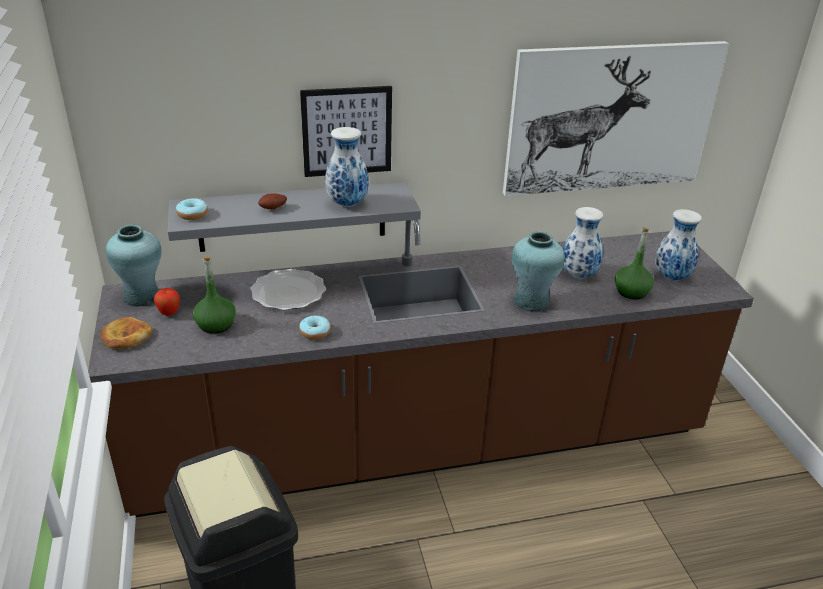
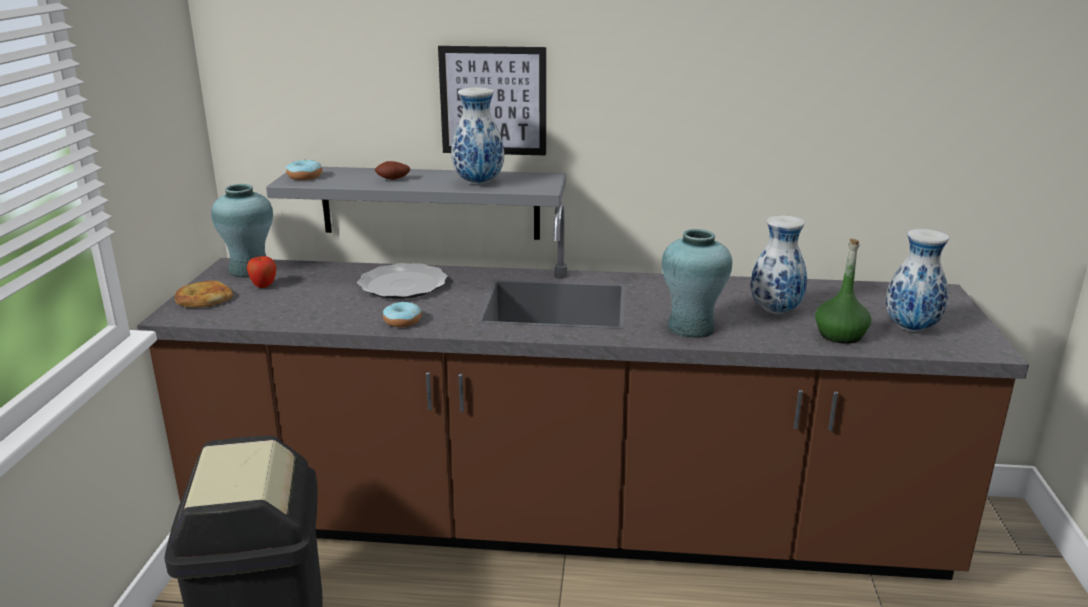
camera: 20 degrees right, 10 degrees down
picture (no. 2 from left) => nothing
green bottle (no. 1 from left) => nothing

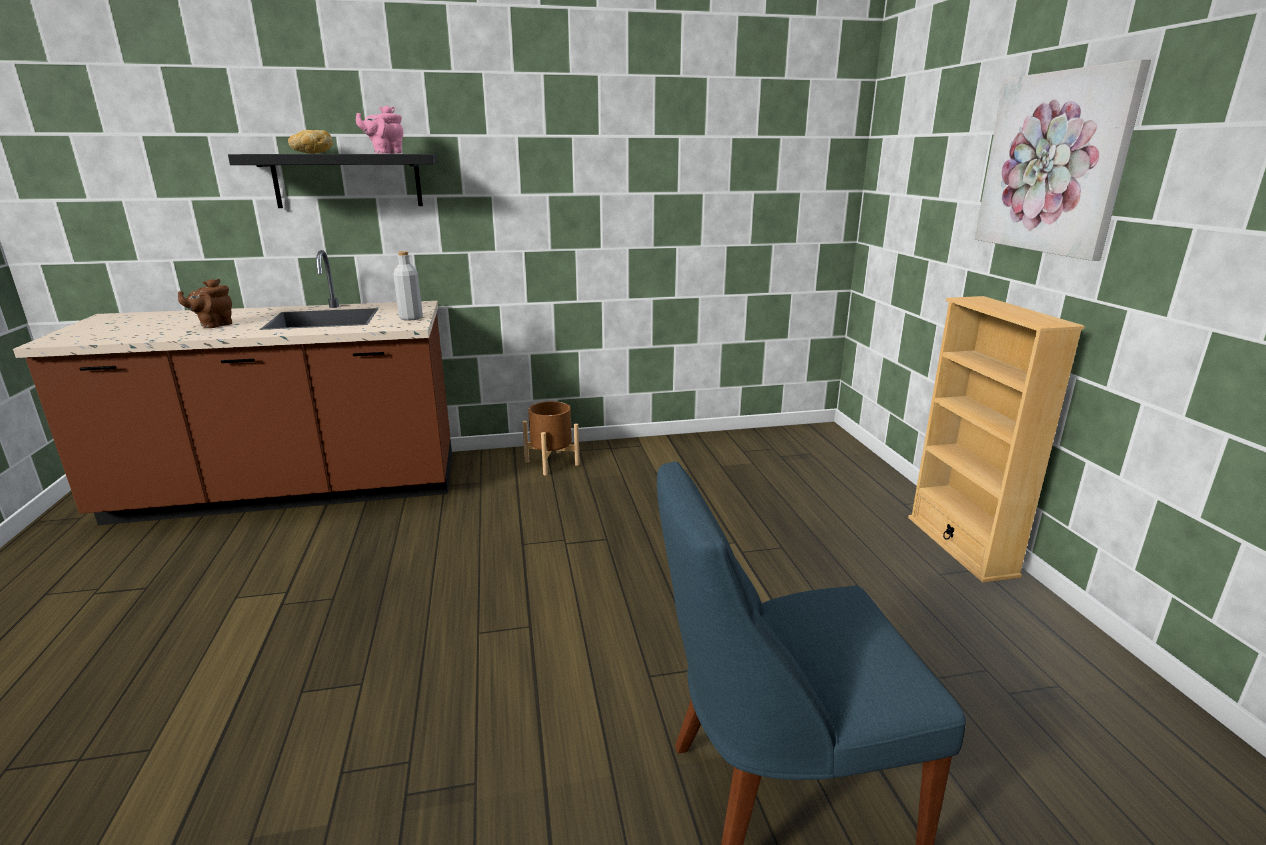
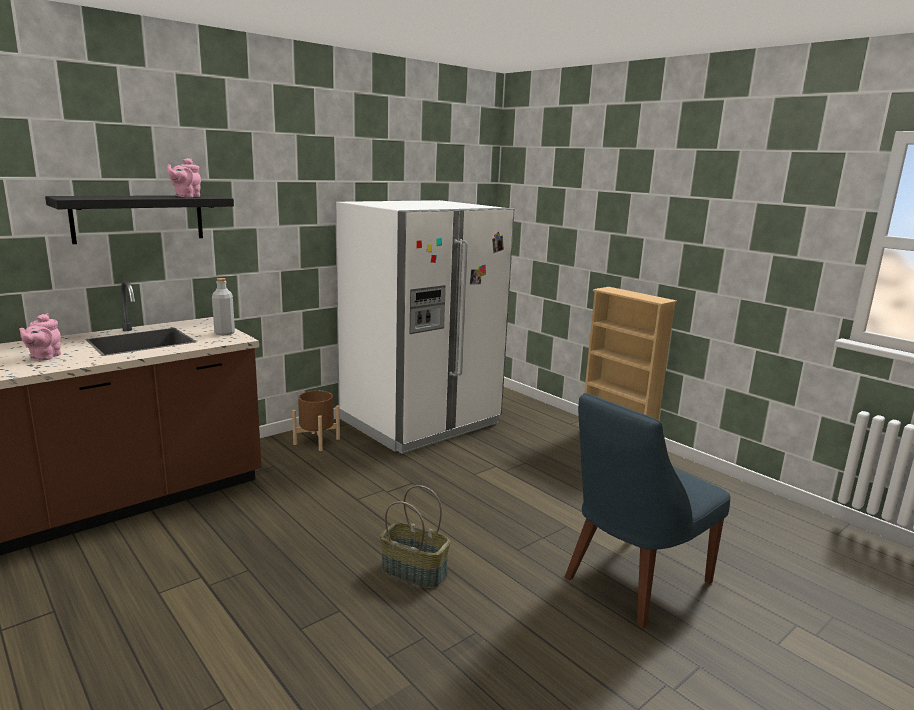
camera: 30 degrees left, 5 degrees down
picture => nothing
bread => nothing
brown teapot => pink teapot (no. 1 from left)
nothing => white fridge
nothing => basket

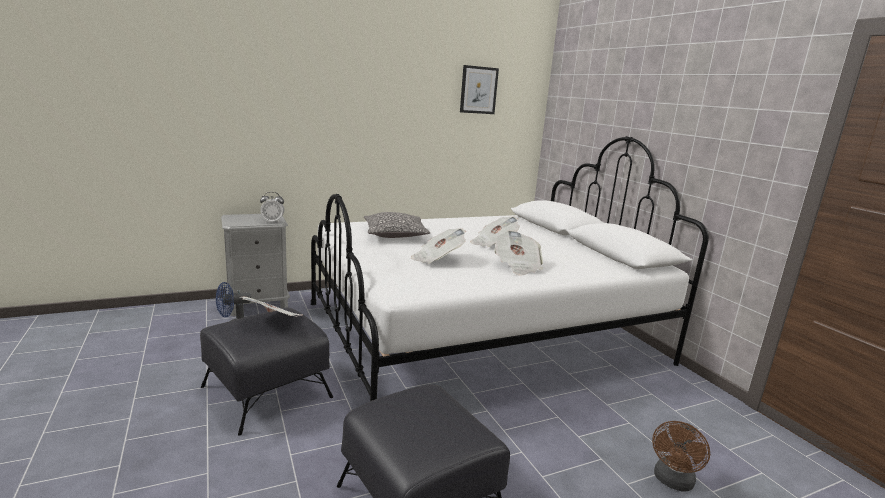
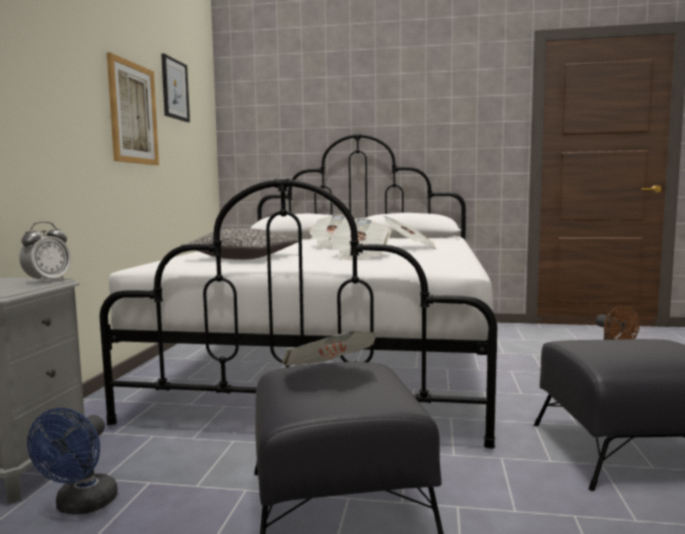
camera: 55 degrees left, 10 degrees down
nothing => picture (no. 1 from left)

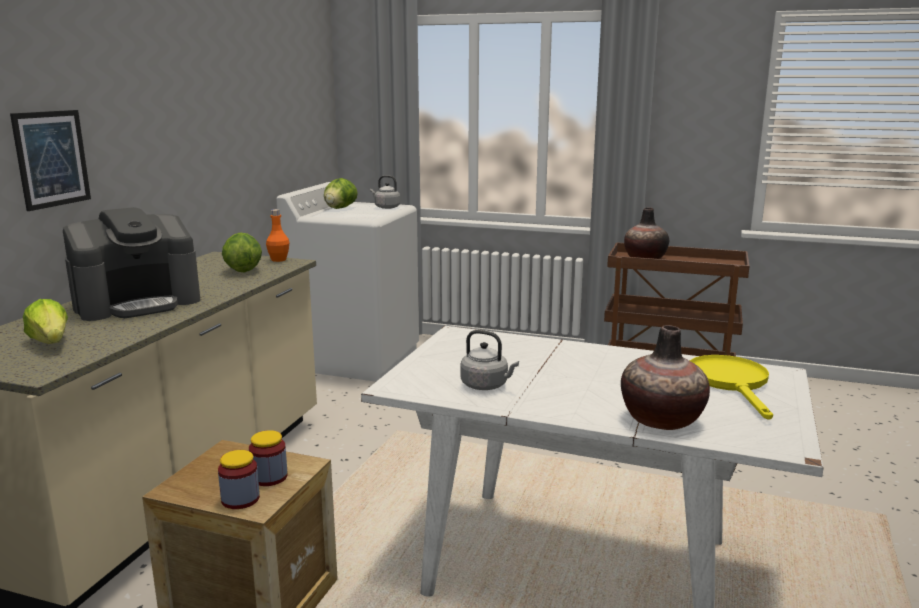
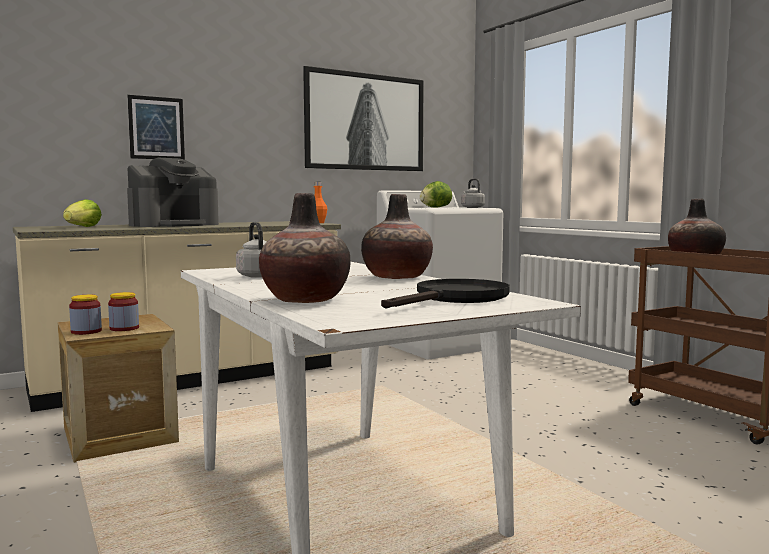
camera: 40 degrees right, 10 degrees down
coffee machine, 45 degrees counterclockwise
lettuce (no. 2 from left) => nothing
yellow frying pan => black frying pan
nothing => picture (no. 2 from left)
nothing => vase (no. 2 from left)

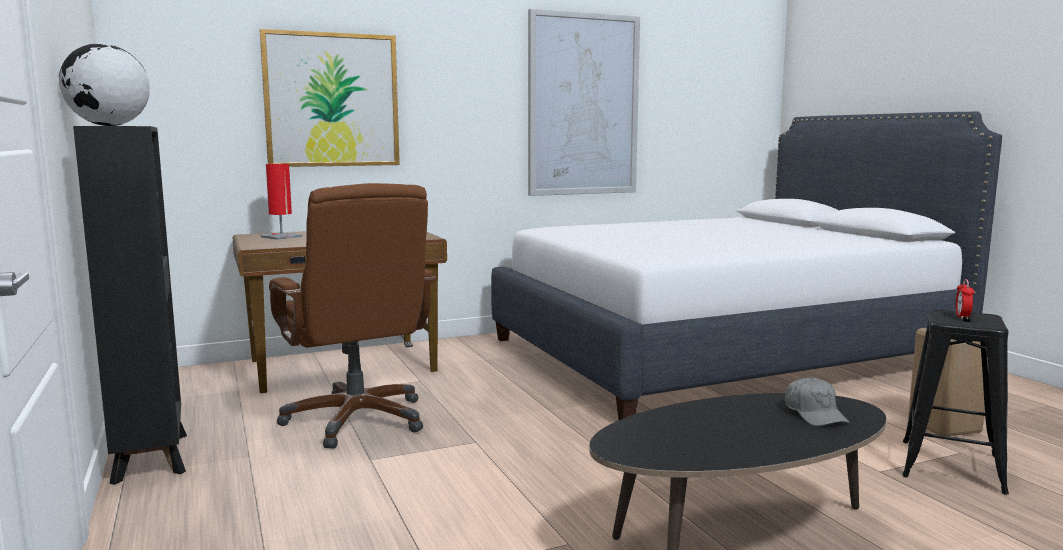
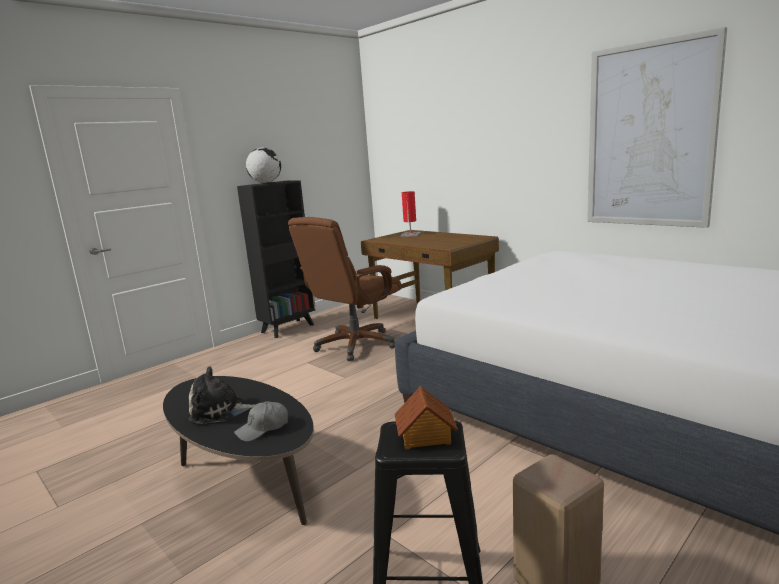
camera: 70 degrees right, 5 degrees up
picture (no. 1 from left) => nothing
alarm clock => toy house
nothing => plush toy

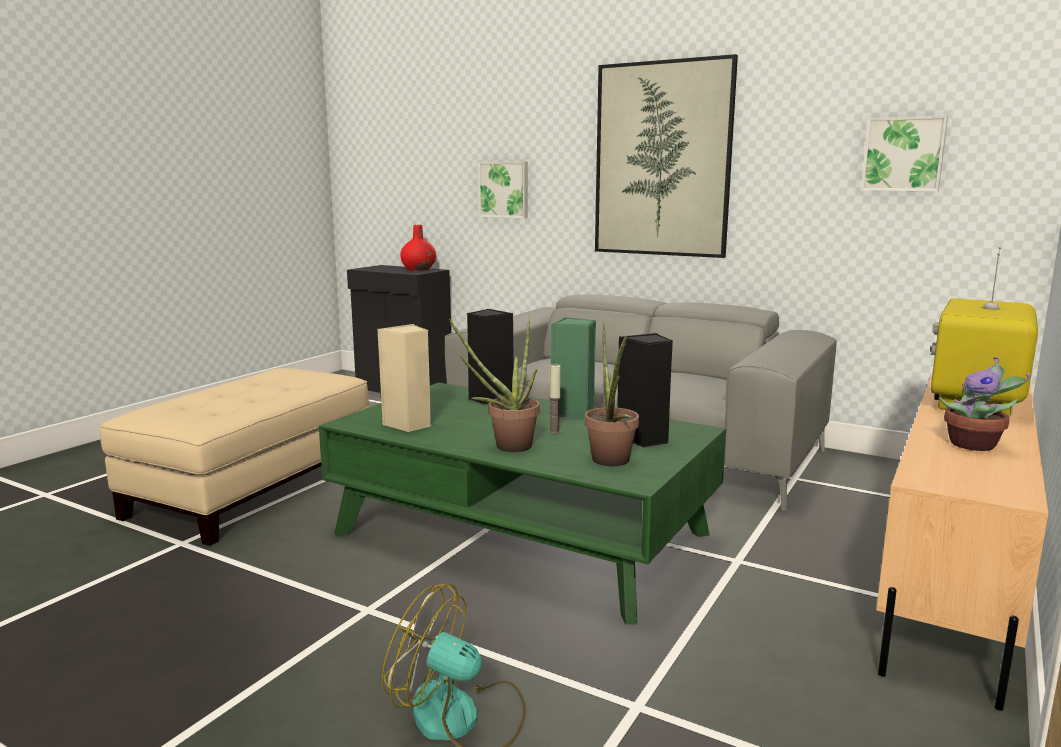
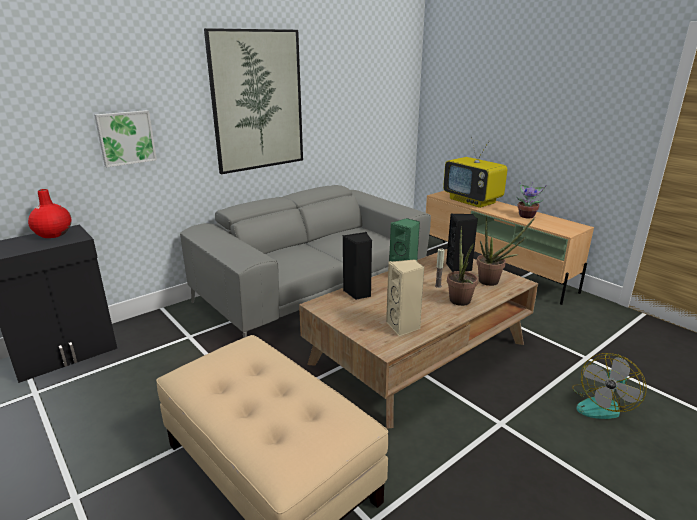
camera: 70 degrees left, 10 degrees up
picture (no. 3 from left) => nothing
green coffee table => brown coffee table

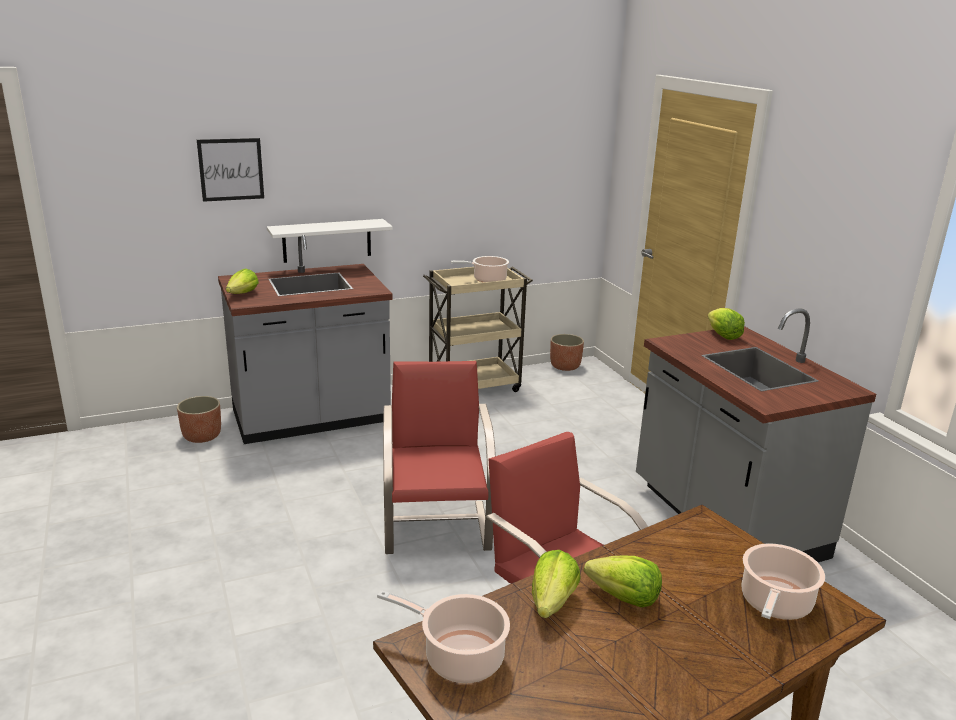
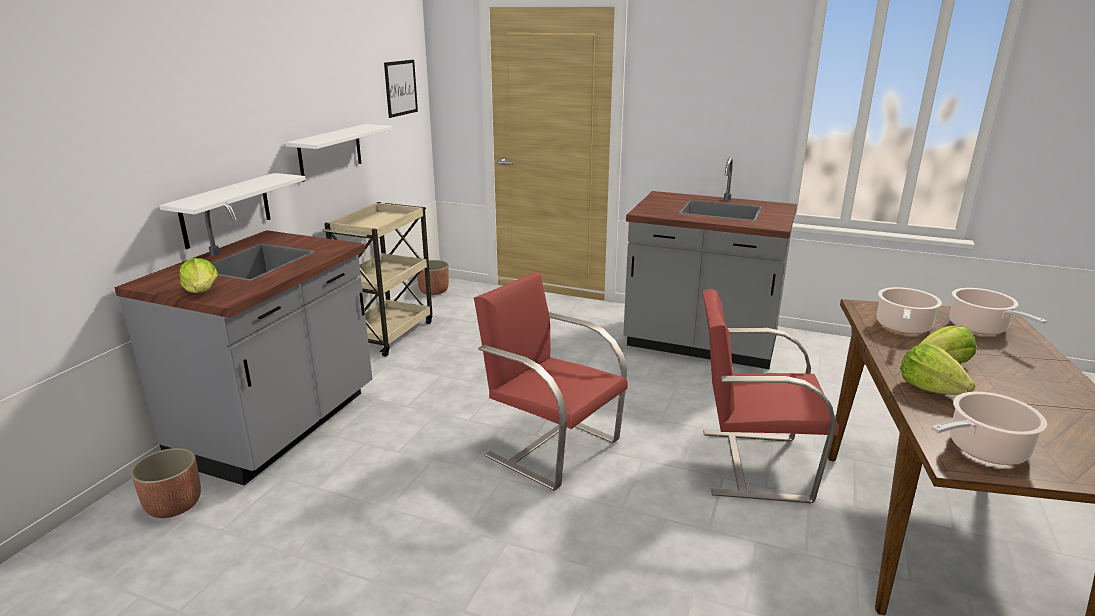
camera: 45 degrees left, 0 degrees up
picture, shifted
cooking pot (no. 2 from left in the first image) => cooking pot (no. 1 from left), shifted
lettuce (no. 4 from left) => nothing
nothing => white shelf (no. 2 from left)

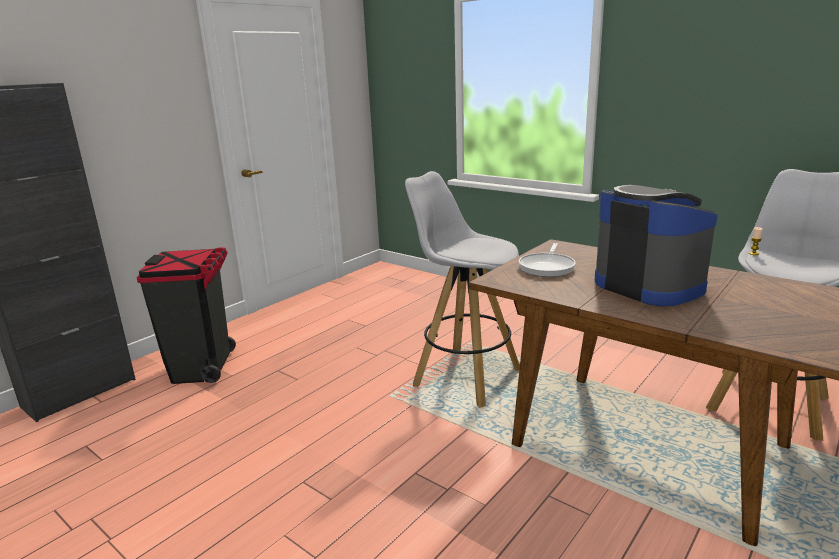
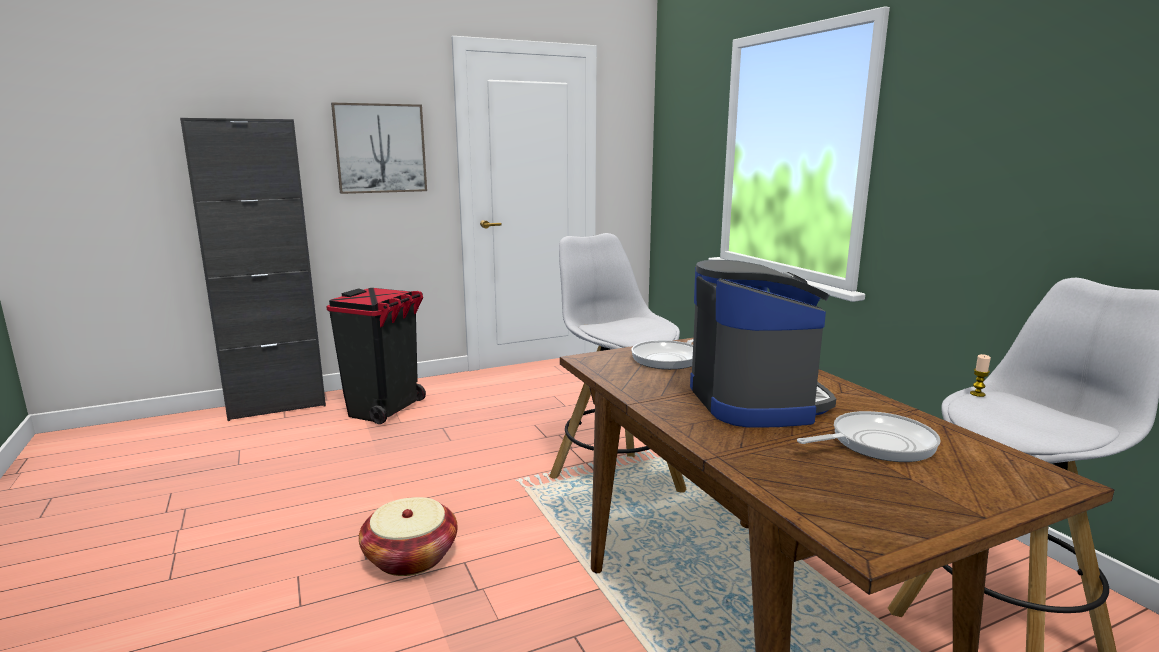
camera: 25 degrees right, 5 degrees down
nothing => picture
nothing => frying pan (no. 2 from left)
nothing => basket

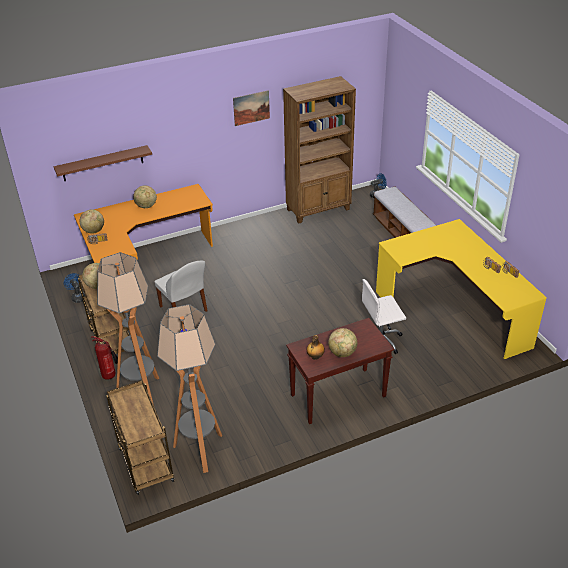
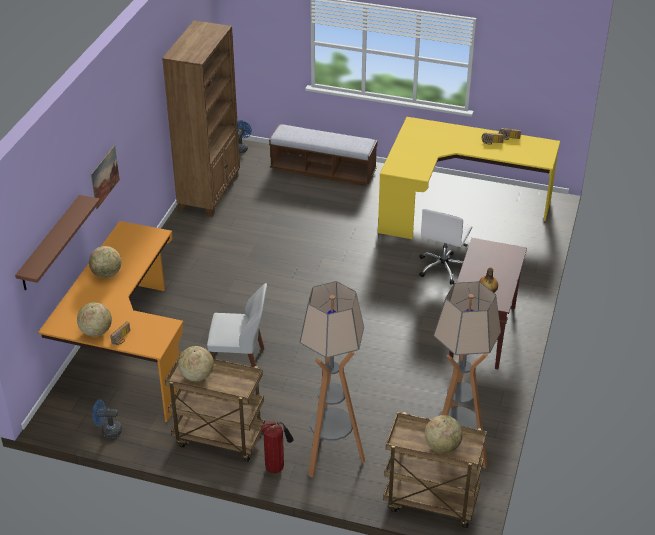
camera: 50 degrees left, 0 degrees up
picture, shifted
globe (no. 4 from left), shifted

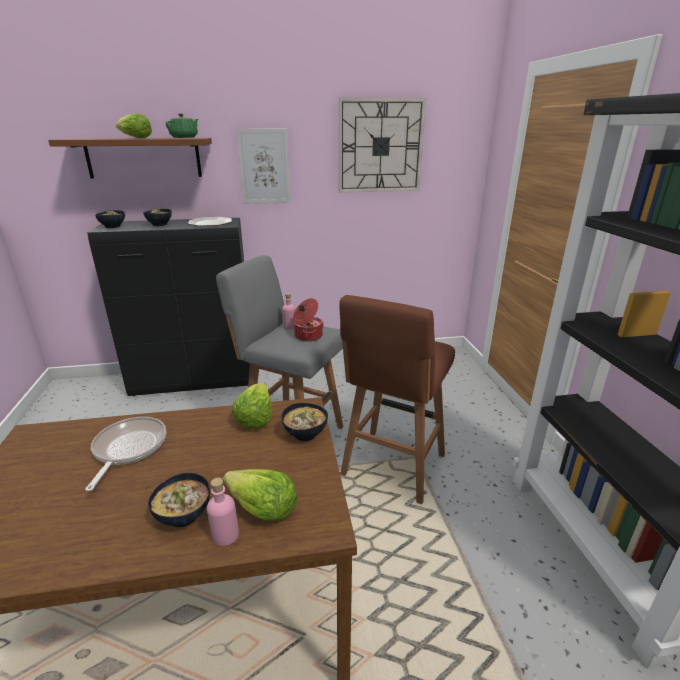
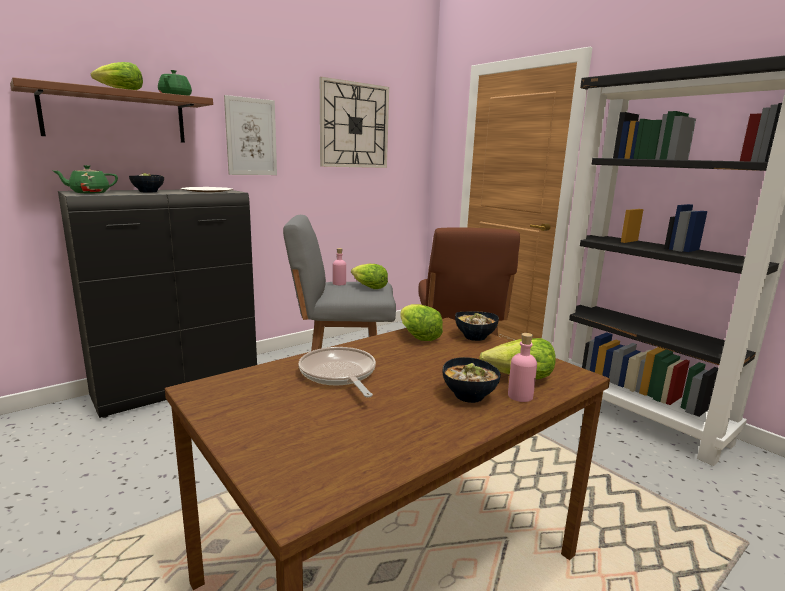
camera: 30 degrees left, 10 degrees down
bowl (no. 1 from left) => green teapot (no. 1 from left)
cooking pot => lettuce (no. 2 from left)

